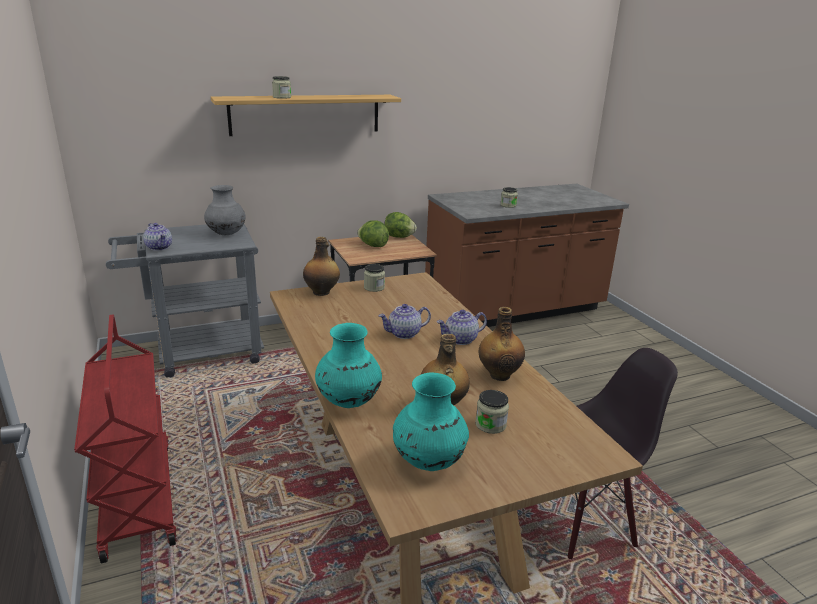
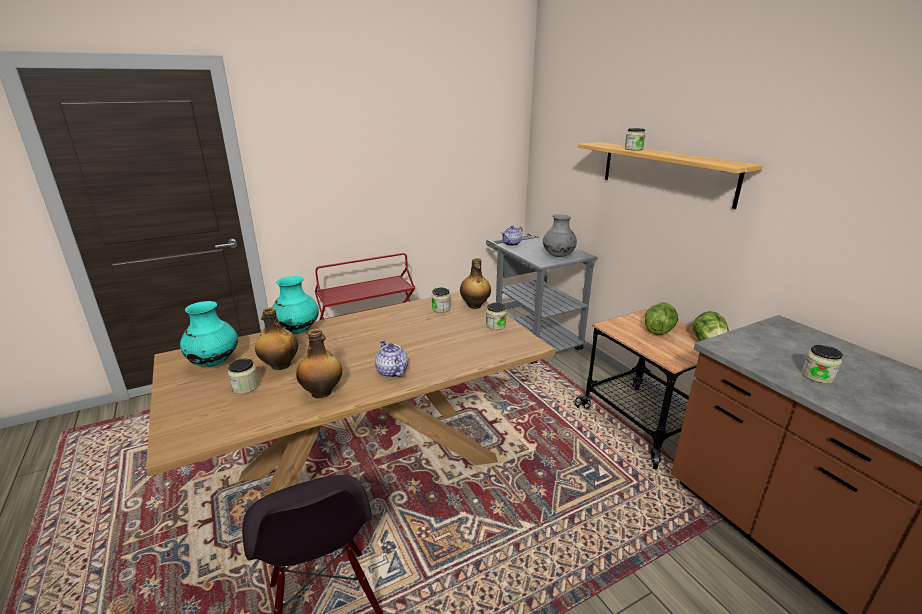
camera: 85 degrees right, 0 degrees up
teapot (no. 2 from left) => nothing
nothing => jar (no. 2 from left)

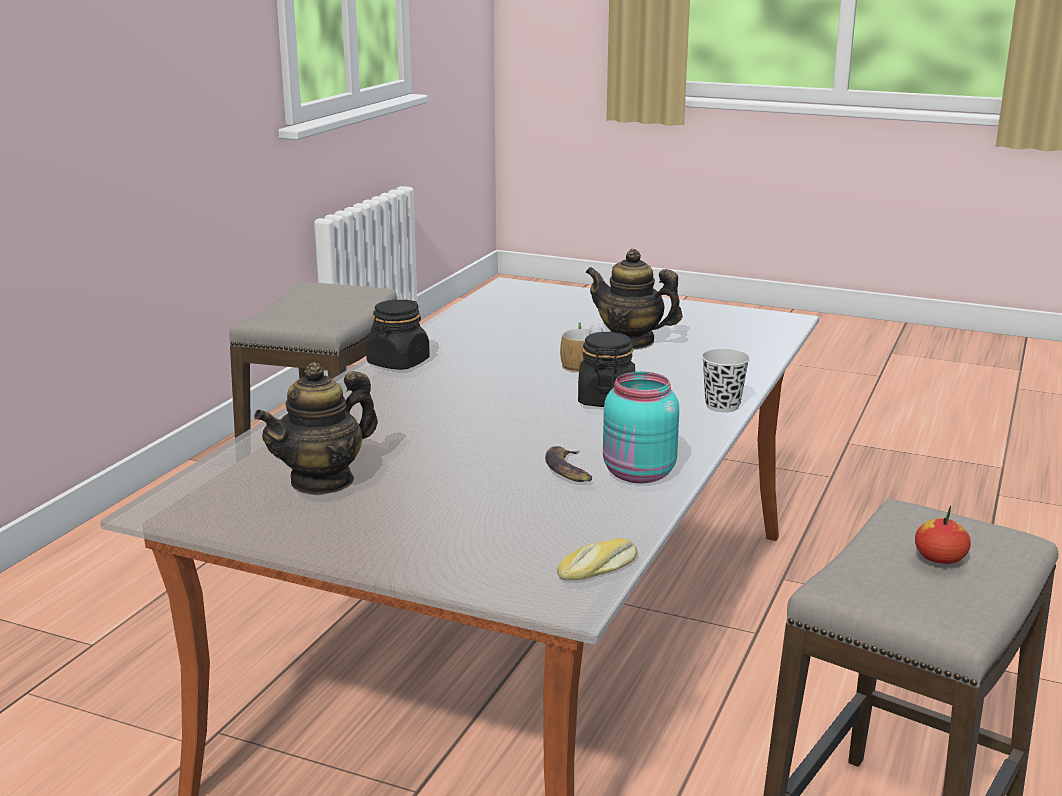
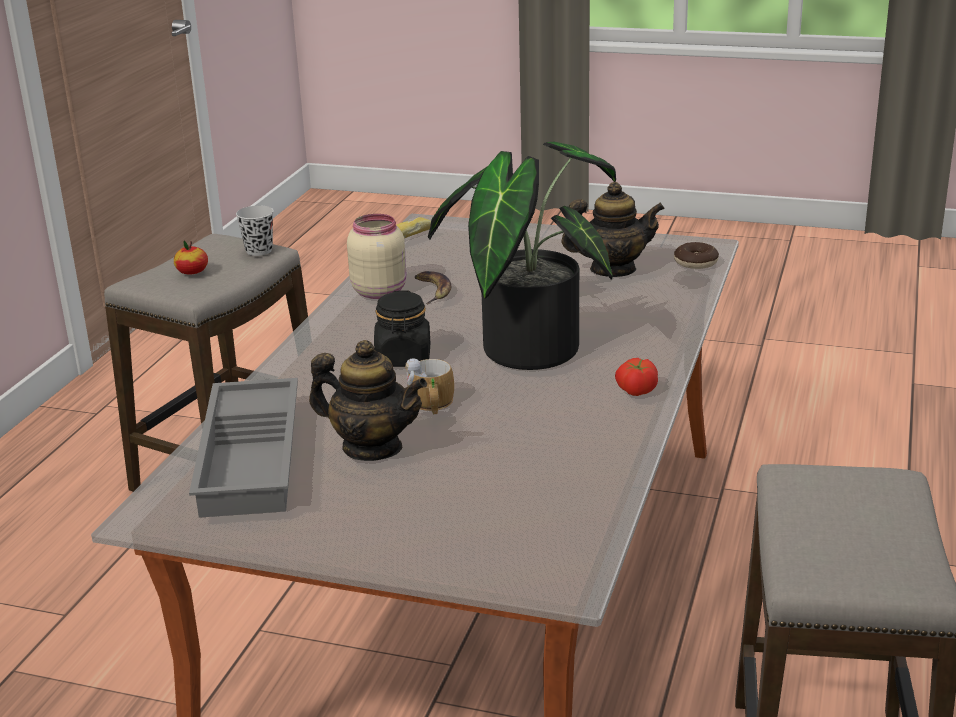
camera: 175 degrees right, 5 degrees up
black jar (no. 1 from left) => tomato
black cup, shifted
teapot (no. 1 from left in the first image) => teapot (no. 2 from left), 45 degrees clockwise
turquoise jar => beige jar
nothing => potted plant
nothing => donut
nothing => grey tray

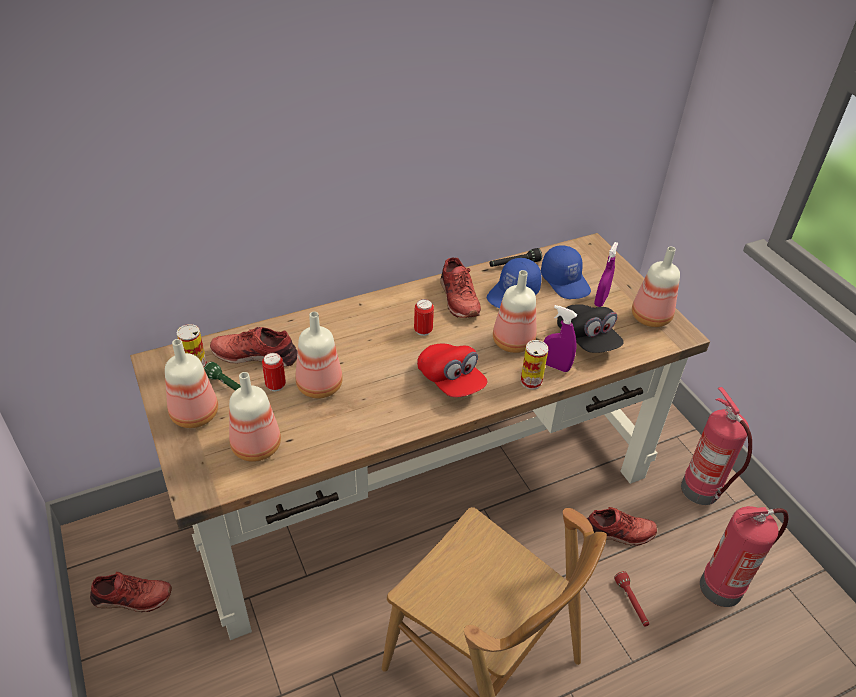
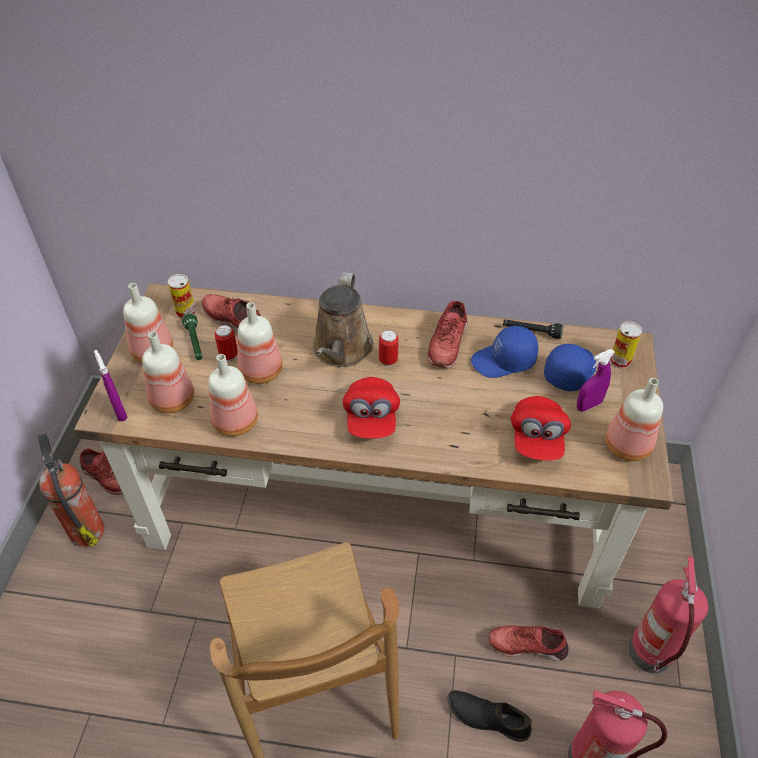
camera: 35 degrees right, 5 degrees up
blue cap (no. 2 from left), 150 degrees counterclockwise
bottle (no. 4 from left in the first image) => bottle (no. 3 from left), shifted
black cap => red cap (no. 2 from left)
purple spray bottle (no. 1 from left), shifted
can (no. 4 from left), shifted
red shoe (no. 4 from left), 150 degrees clockwise
red flashlight => black shoe
nothing => brown watering can
nothing => fire extinguisher (no. 1 from left)

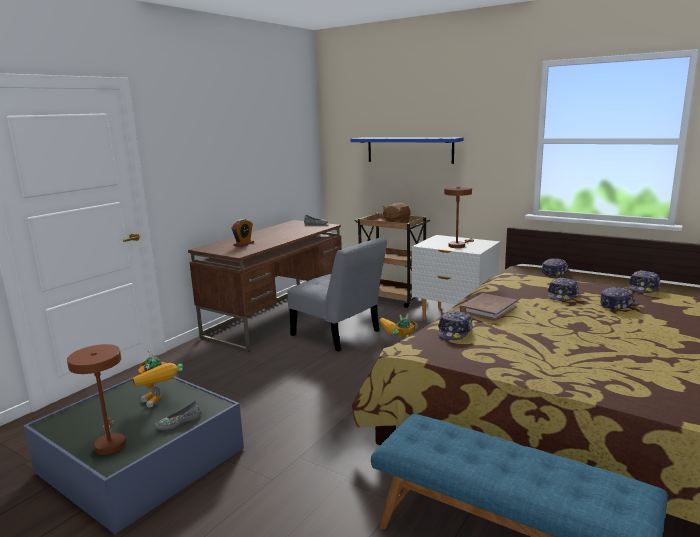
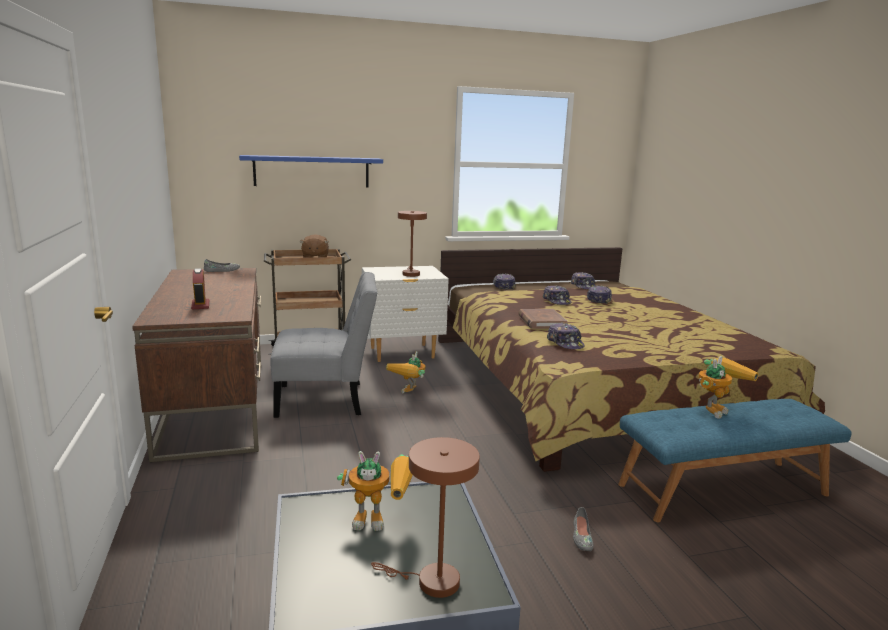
camera: 50 degrees left, 0 degrees up
grey shoe (no. 1 from left in the first image) => grey shoe (no. 2 from left), shifted
nothing => toy robot (no. 3 from left)

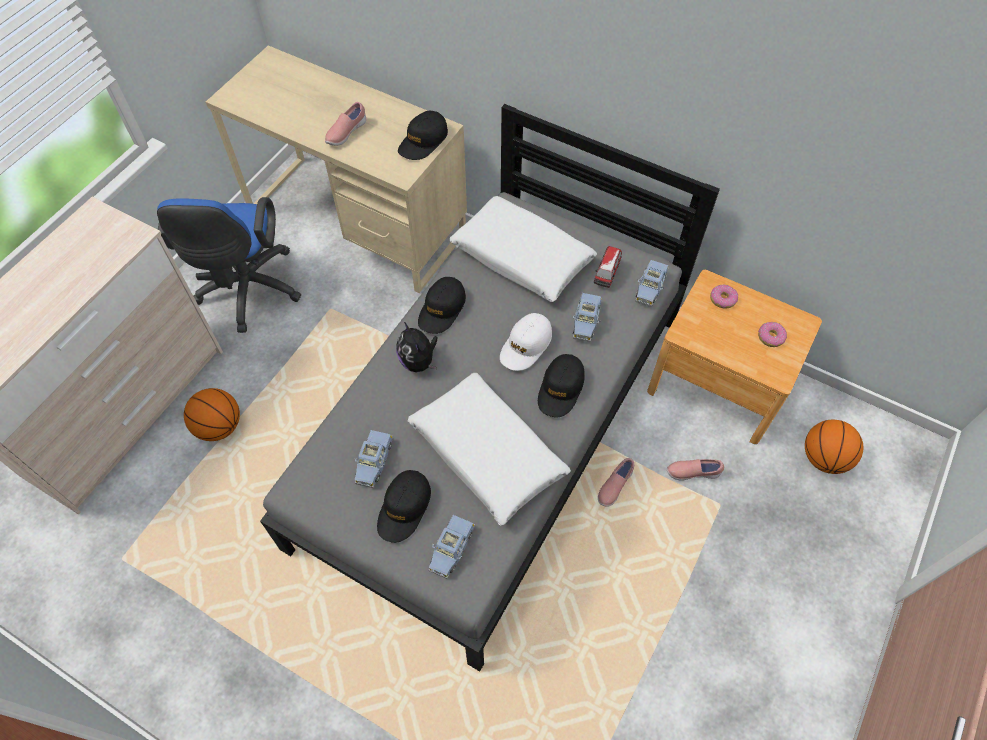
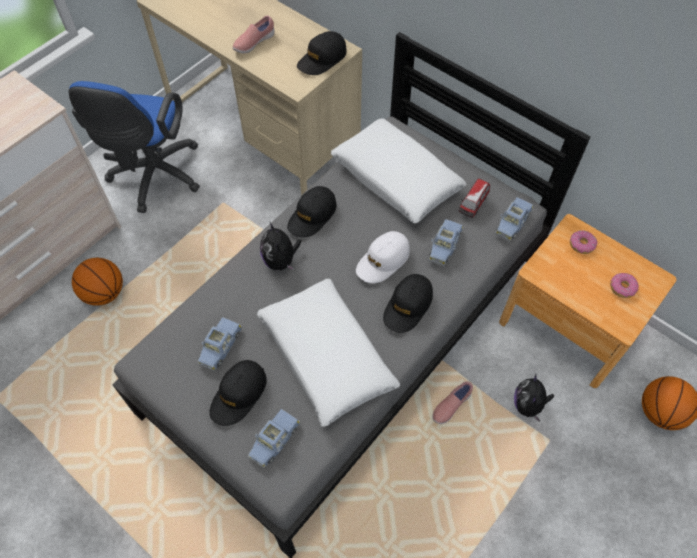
camera: 10 degrees right, 0 degrees up
pink shoe (no. 3 from left) => plush toy (no. 2 from left)

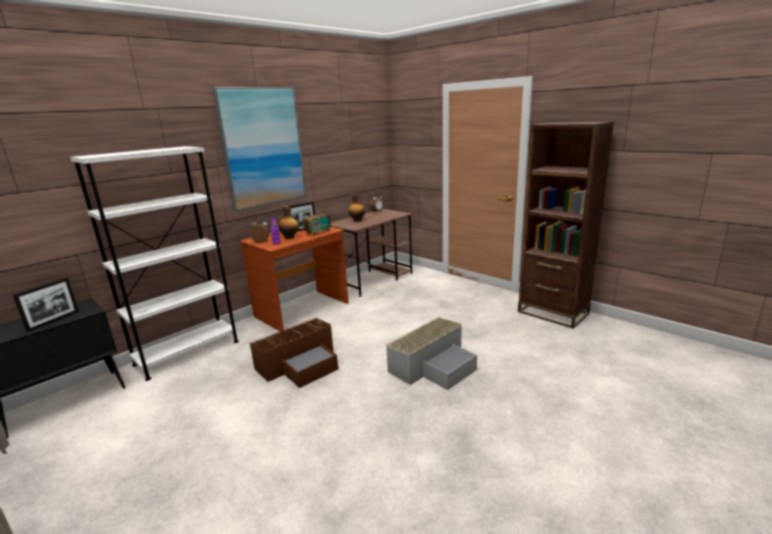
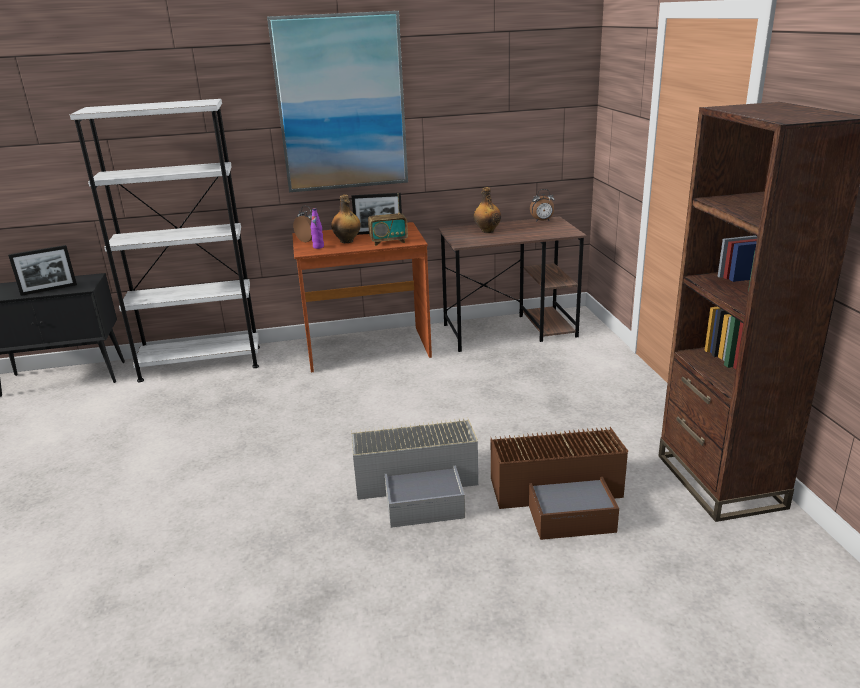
camera: 35 degrees right, 5 degrees up
brown storage box, shifted

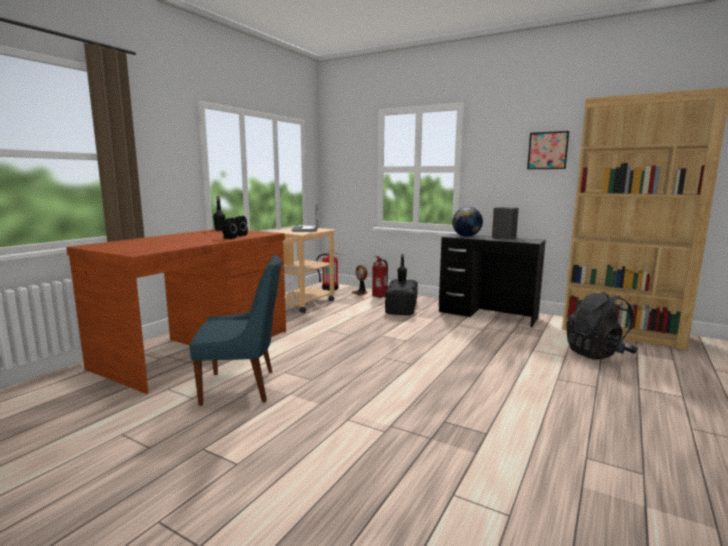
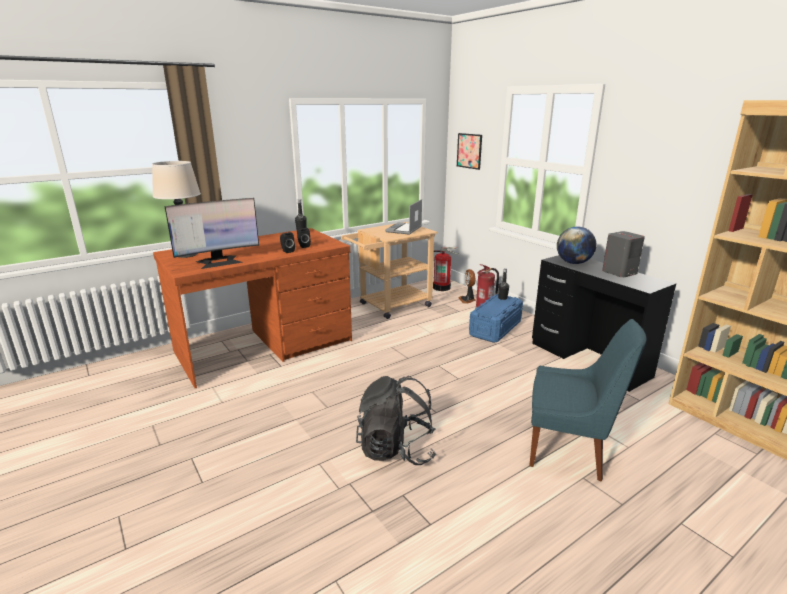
camera: 25 degrees right, 10 degrees up
picture, shifted
blue chair, shifted
black storage box => blue storage box
black backpack, shifted
nothing => beige table lamp
nothing => monitor

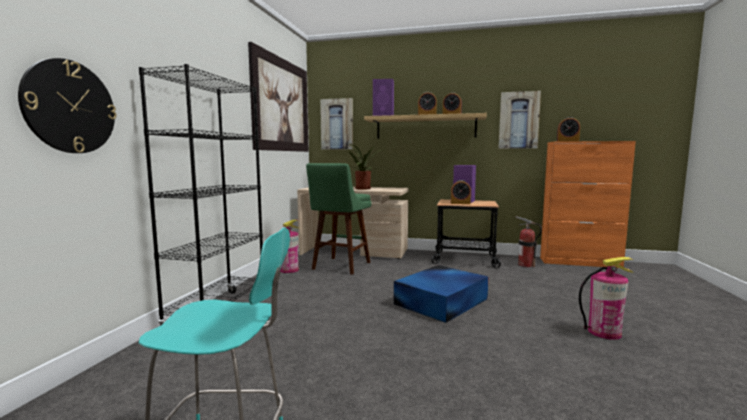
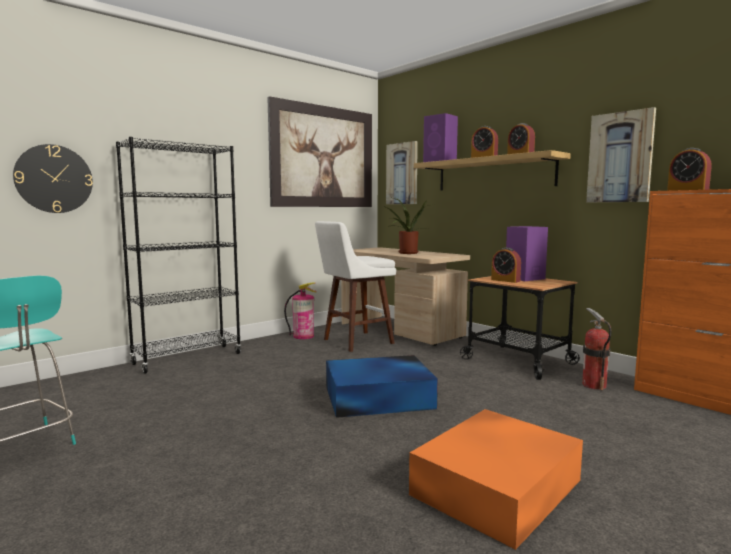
camera: 35 degrees right, 0 degrees up
green stool => white stool
fire extinguisher (no. 3 from left) => orange storage box

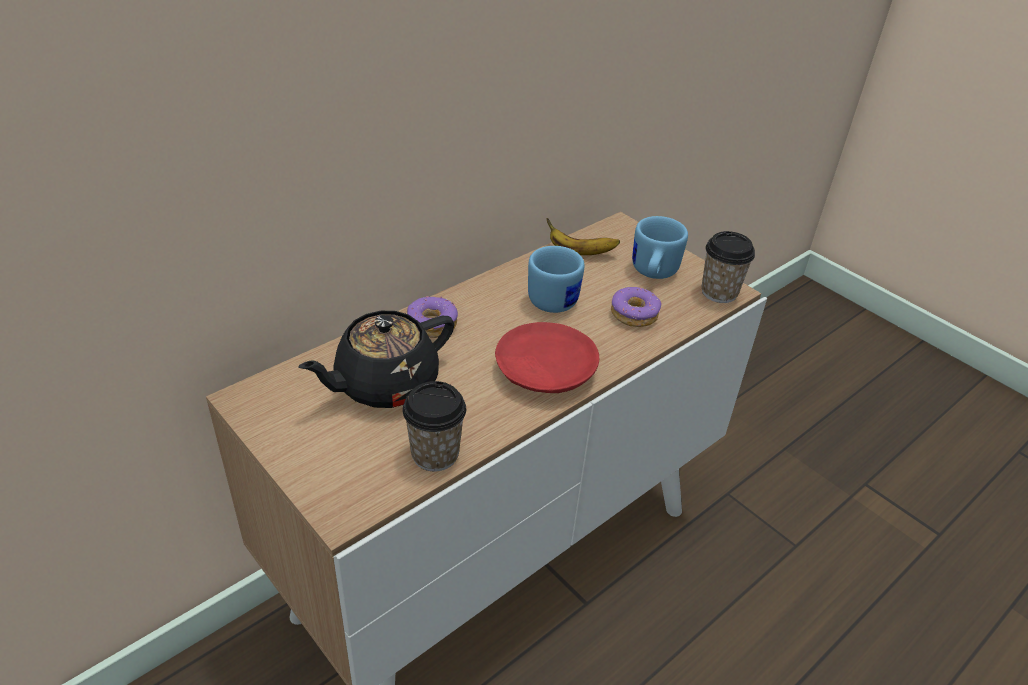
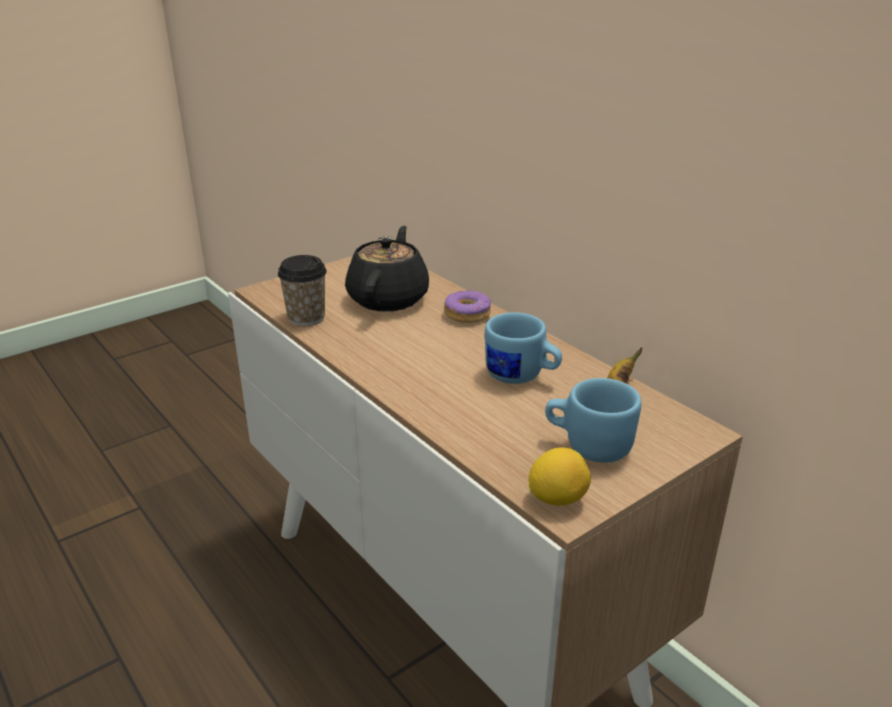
camera: 95 degrees right, 10 degrees down
cup (no. 2 from left) => lemon
donut (no. 2 from left) => nothing
black teapot, 45 degrees clockwise
red plate => nothing

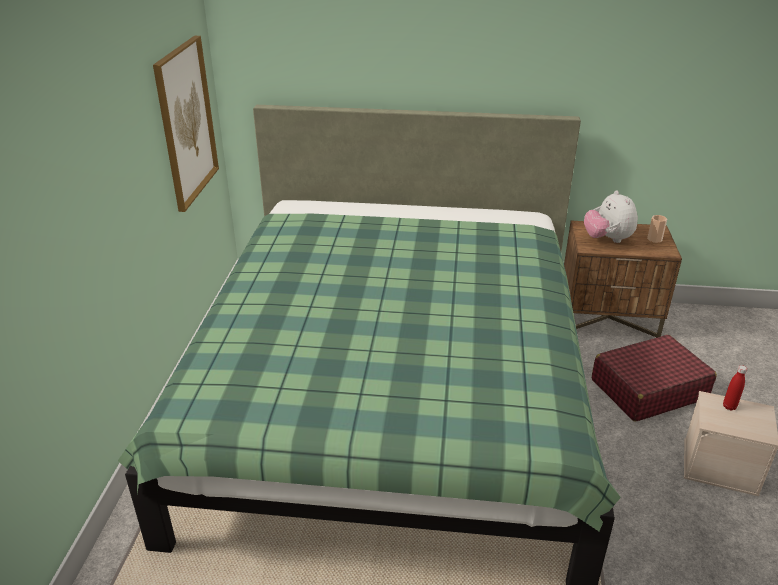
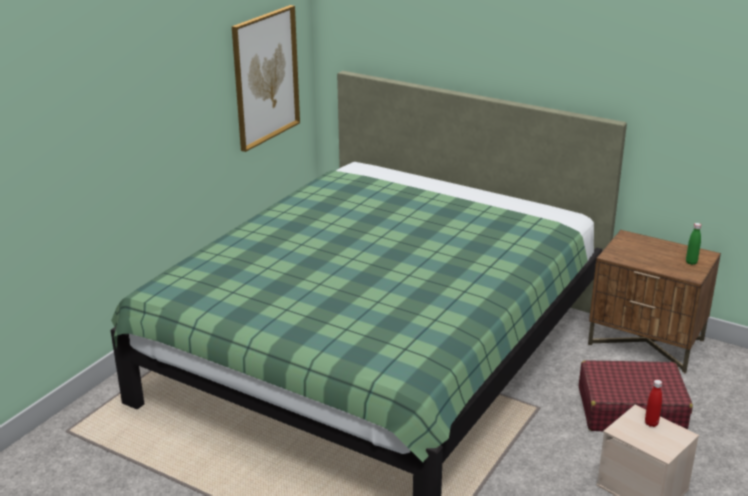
camera: 25 degrees right, 5 degrees down
plush toy => nothing
cup => green bottle

